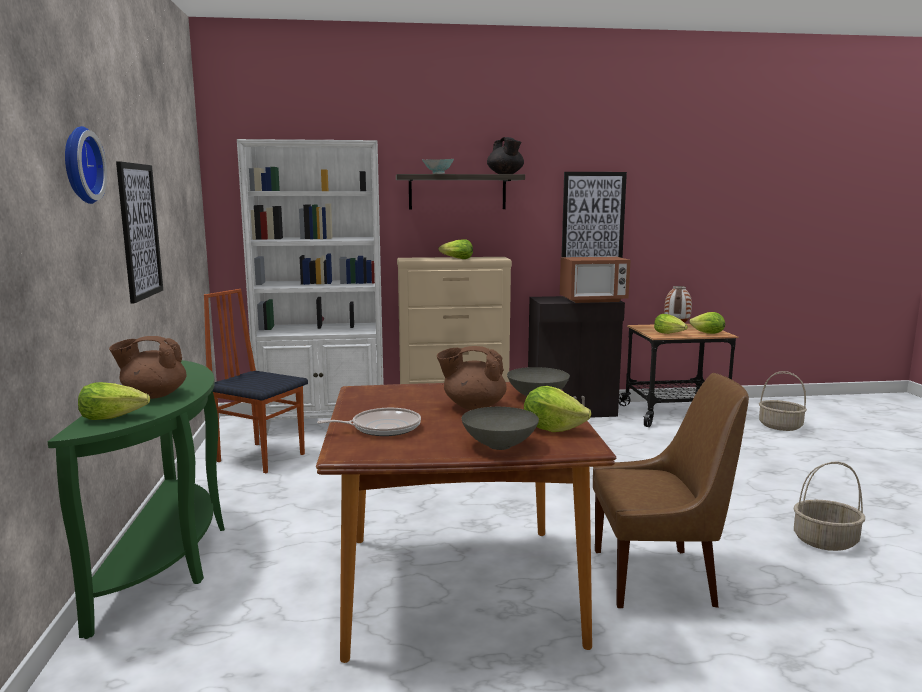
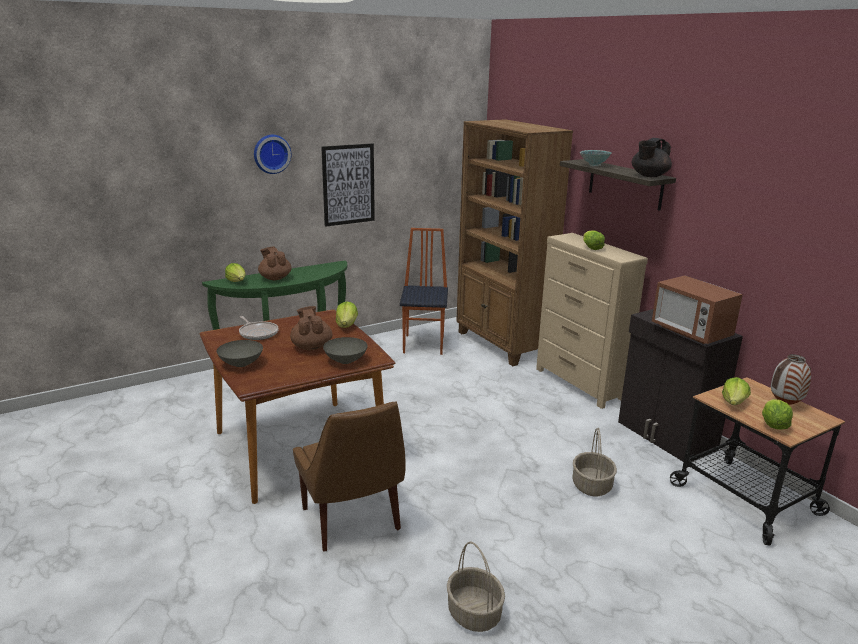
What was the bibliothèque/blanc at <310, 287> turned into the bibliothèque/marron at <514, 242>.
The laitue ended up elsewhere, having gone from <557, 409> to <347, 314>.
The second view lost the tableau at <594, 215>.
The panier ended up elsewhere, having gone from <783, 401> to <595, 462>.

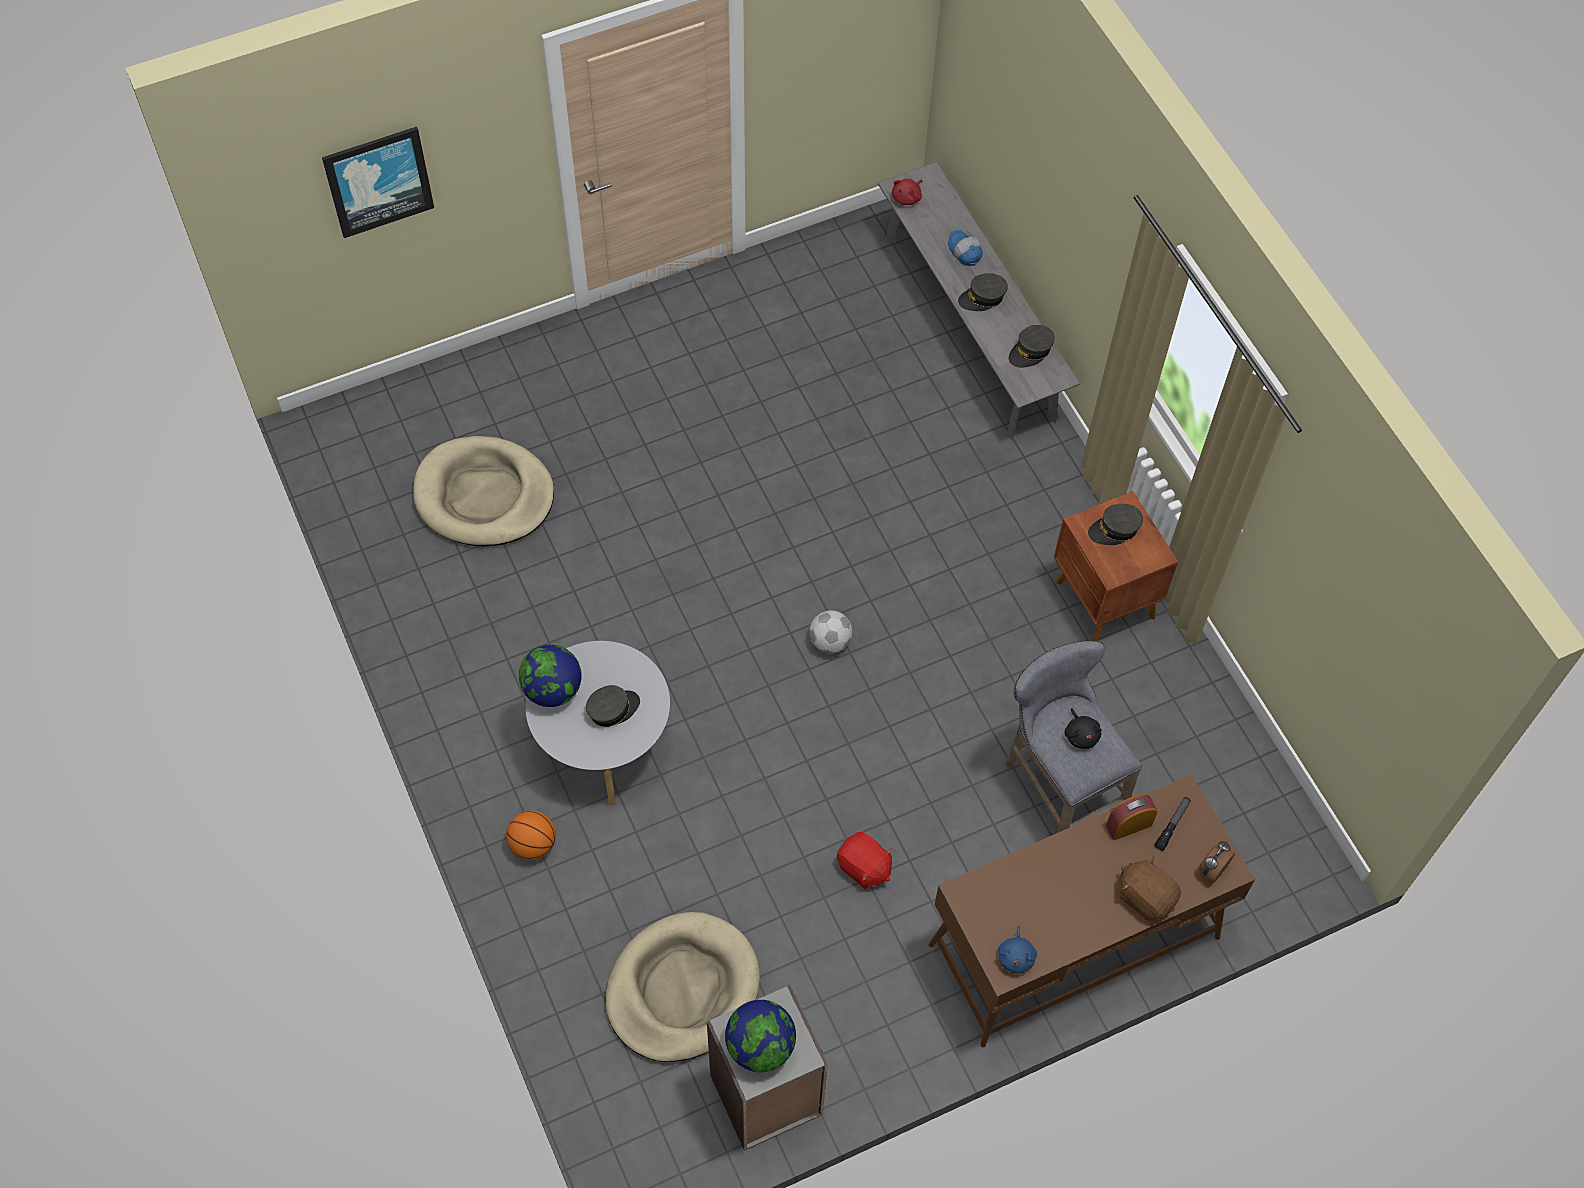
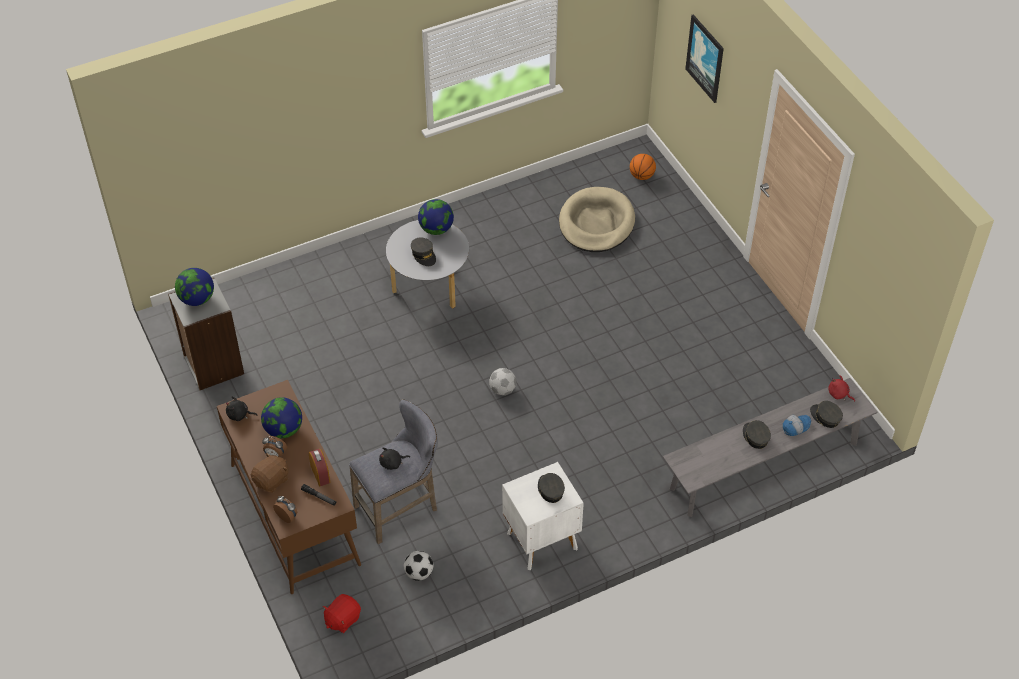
The ballon de basket ended up elsewhere, having gone from <531, 835> to <643, 167>.
The second view lost the panier pour chien/beige at <683, 987>.
The peluche/rouge ended up elsewhere, having gone from <865, 860> to <342, 613>.
What was the peluche/bleu at <1017, 950> turned into the peluche/noir at <241, 409>.
The casquette/gris ended up elsewhere, having gone from <1032, 346> to <826, 414>.
What was the table de chevet/marron at <1116, 566> turned into the table de chevet/blanc at <543, 516>.
The second view gained the globe at <281, 417>.
The second view gained the réveil at <274, 446>.
The second view gained the ballon de foot at <418, 566>.

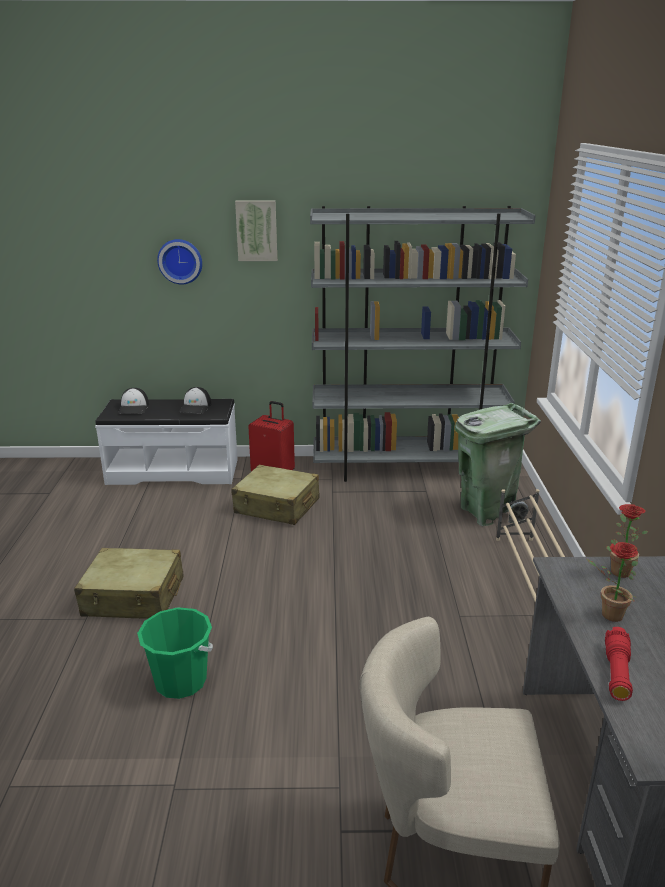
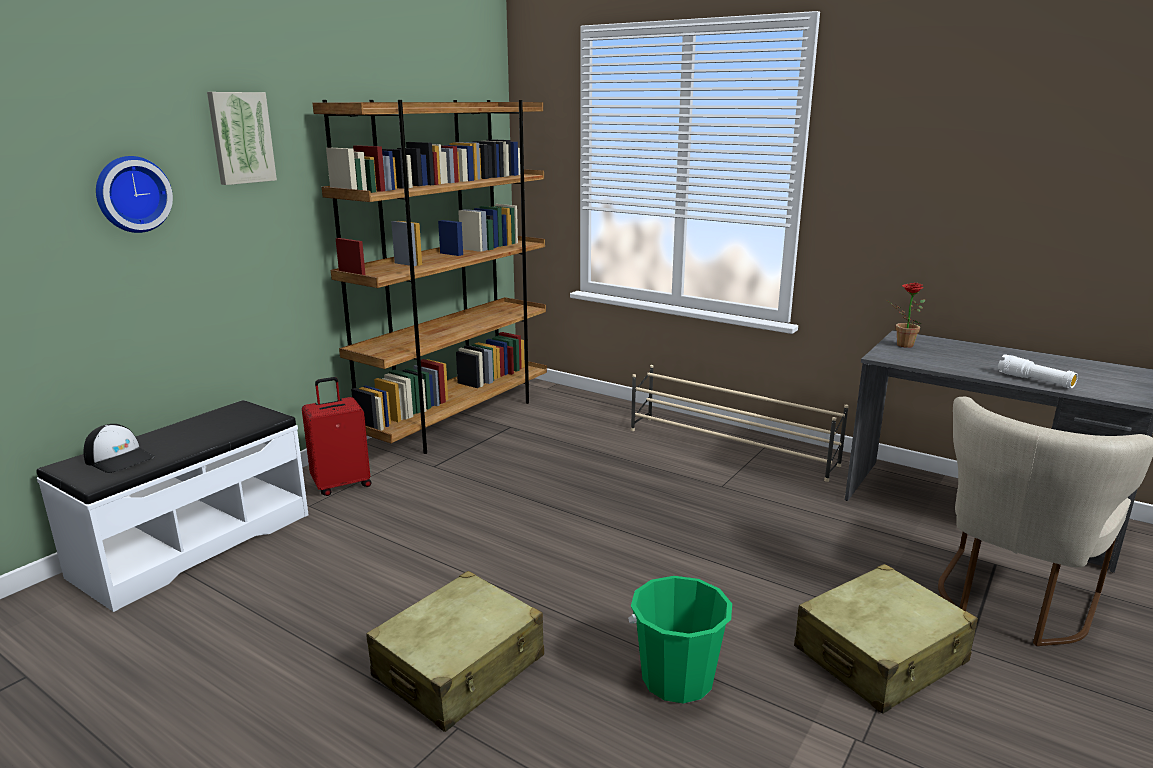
The second view lost the casquette at <195, 400>.
The valise/beige ended up elsewhere, having gone from <275, 495> to <886, 639>.
What was the bibliothèque/gris at <423, 344> turned into the bibliothèque/marron at <429, 277>.
The second view lost the poubelle/vert at <498, 464>.
The second view lost the plante en pot at <612, 582>.
What was the lampe de poche/rouge at <619, 664> turned into the lampe de poche/blanc at <1038, 371>.

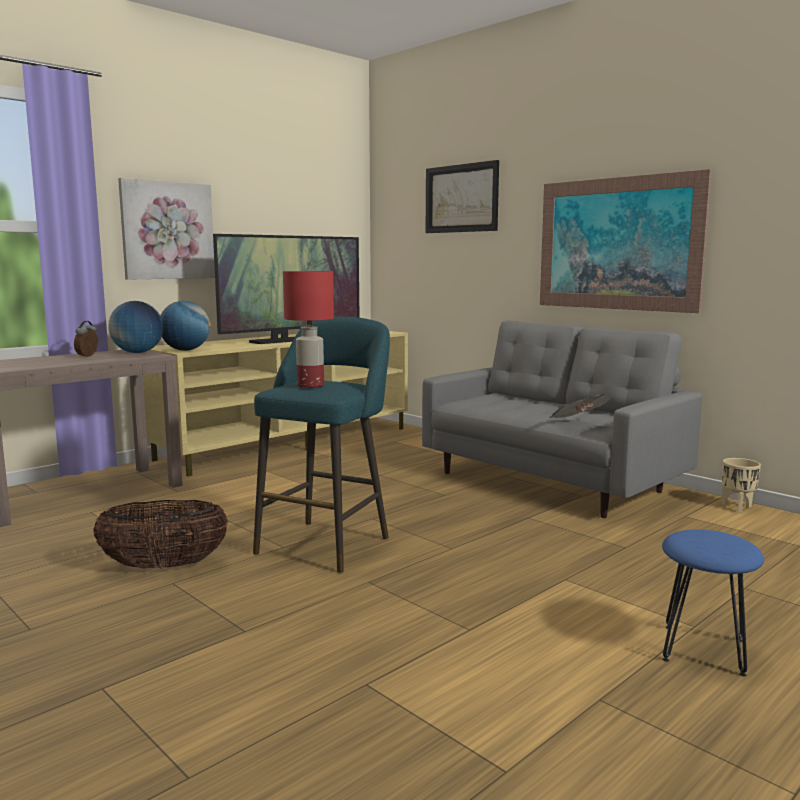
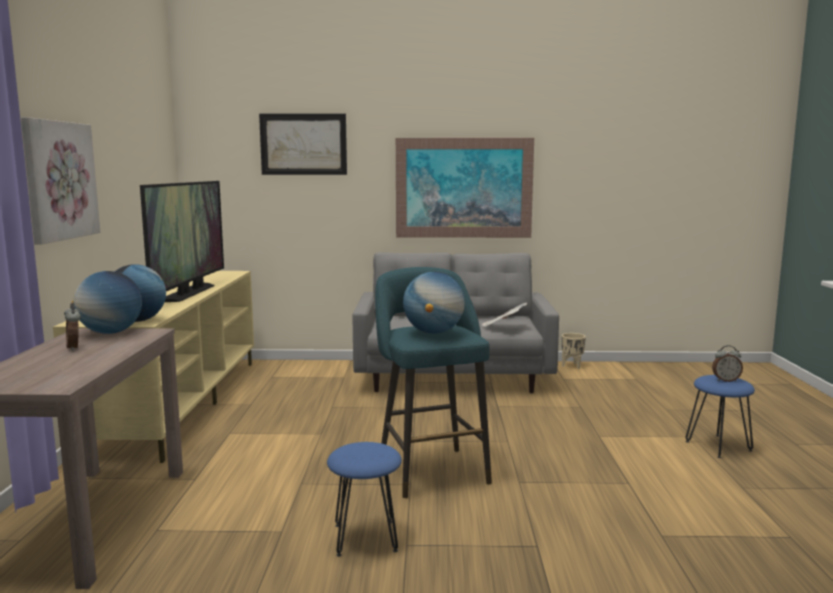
Where the panier stood at <161, 534>, the tabouret/bleu came to stand at <364, 499>.
Where the lampe de table/rouge stood at <308, 329>, the globe came to stand at <434, 302>.
The second view gained the réveil at <727, 363>.

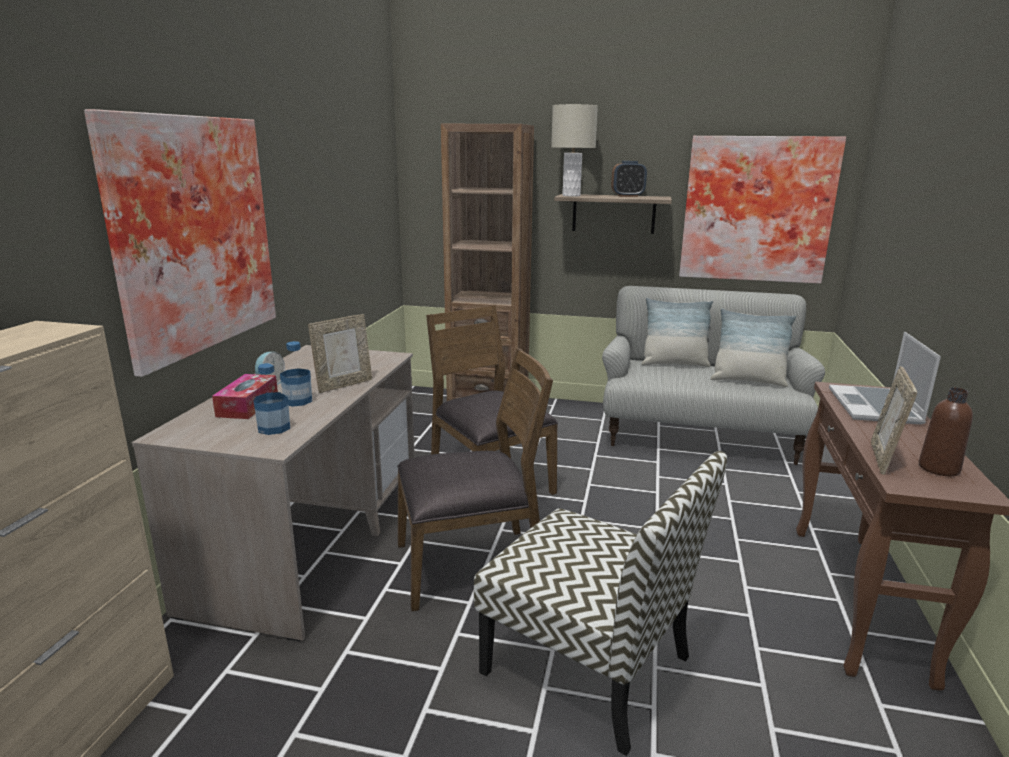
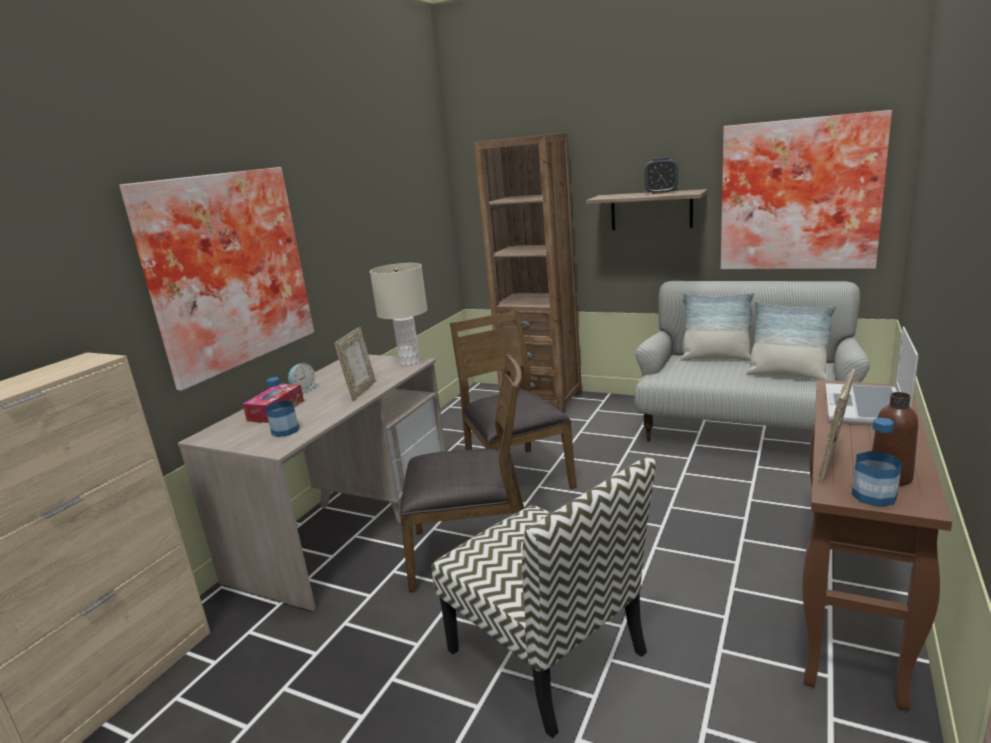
The bouteille ended up elsewhere, having gone from <296, 374> to <876, 462>.
The cadre photo at <340, 353> ended up facing another way, 45 degrees counterclockwise from before.
The lampe de table/beige ended up elsewhere, having gone from <574, 150> to <398, 314>.

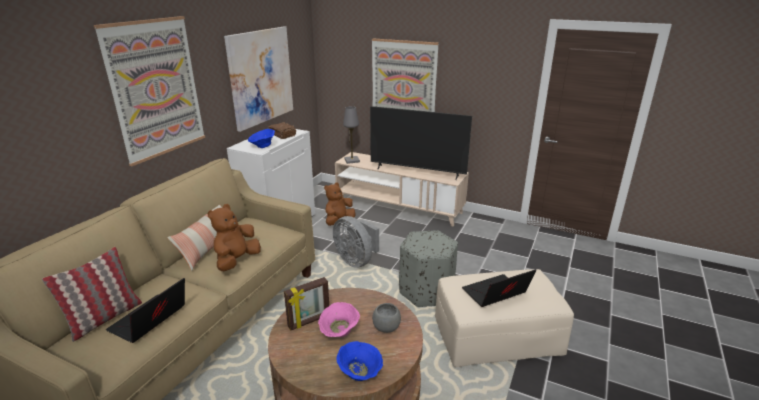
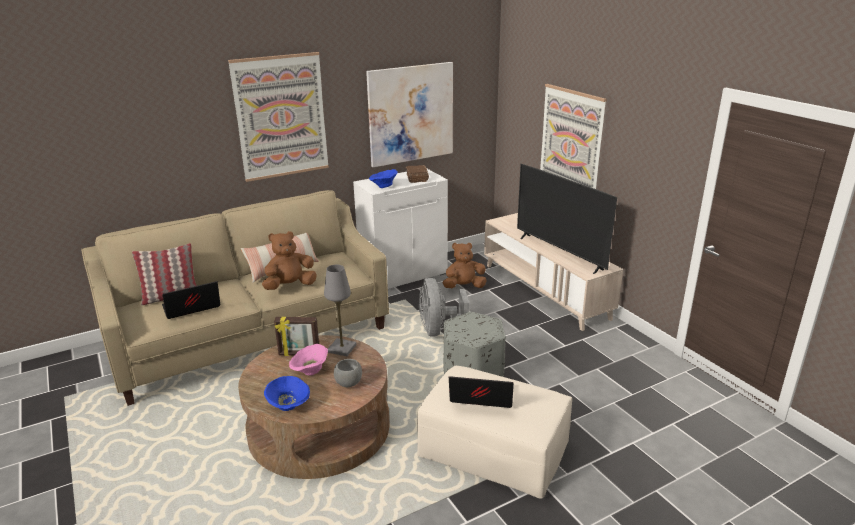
The lampe de table/gris ended up elsewhere, having gone from <351, 135> to <340, 310>.

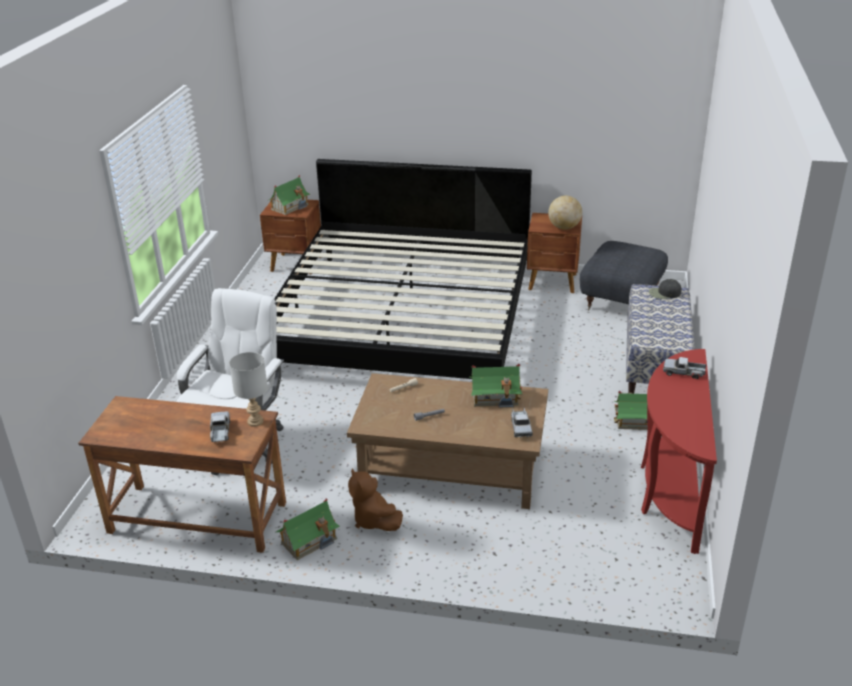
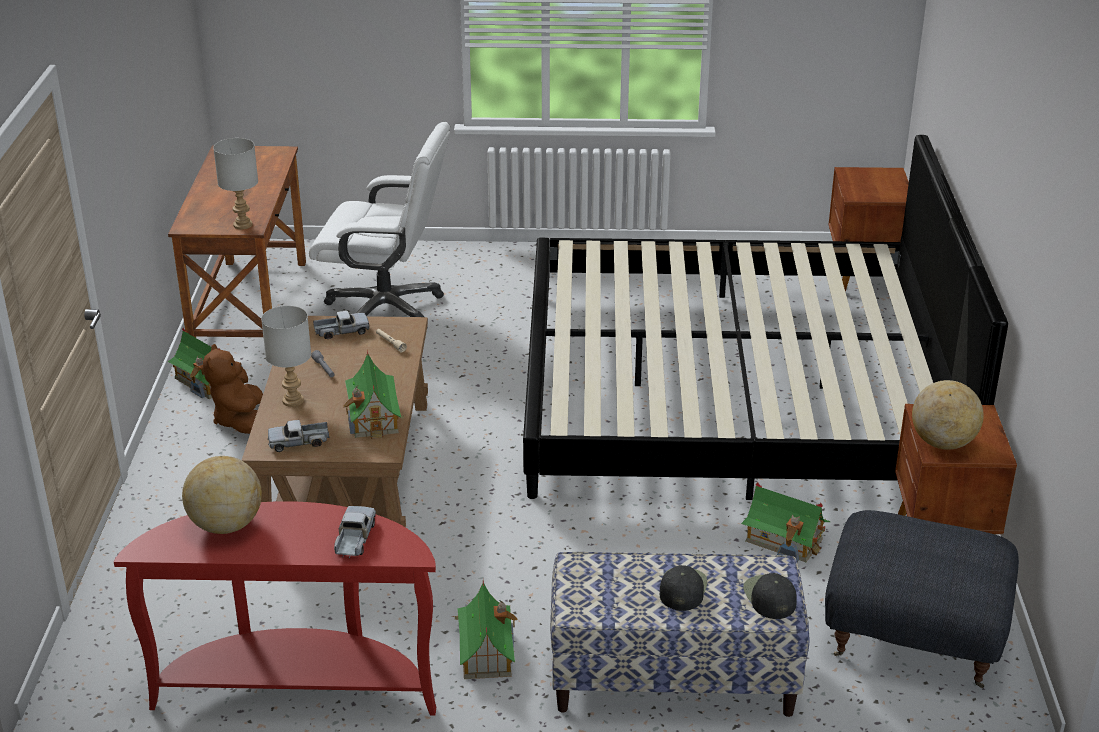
The camion jouet ended up elsewhere, having gone from <220, 428> to <341, 325>.
The maison miniature ended up elsewhere, having gone from <288, 195> to <786, 522>.
The peluche/marron at <375, 500> ended up facing another way, 60 degrees counterclockwise from before.
The second view gained the globe at <222, 495>.
The second view gained the lampe de table/gris at <286, 356>.
The second view gained the casquette/noir at <683, 588>.

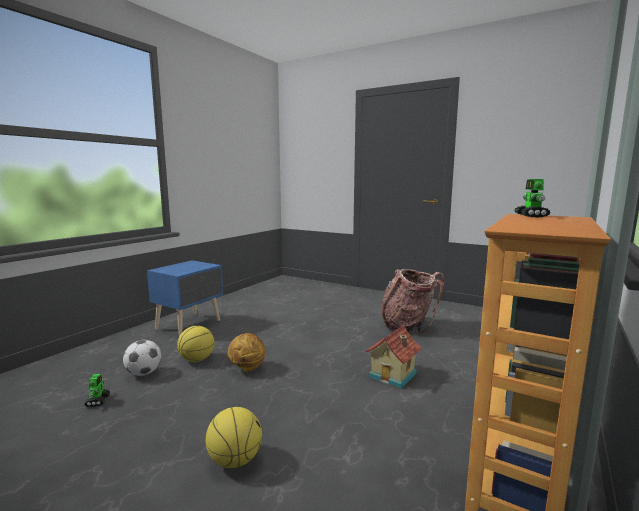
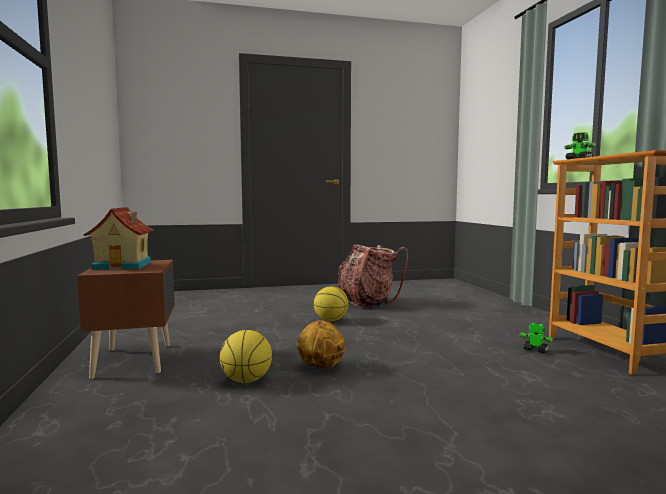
The robot jouet ended up elsewhere, having gone from <97, 390> to <536, 338>.
The second view lost the ballon de foot at <142, 358>.
What was the table de chevet/bleu at <185, 298> turned into the table de chevet/marron at <126, 319>.
The ballon de basket ended up elsewhere, having gone from <233, 437> to <331, 303>.
The maison miniature ended up elsewhere, having gone from <393, 356> to <118, 238>.

